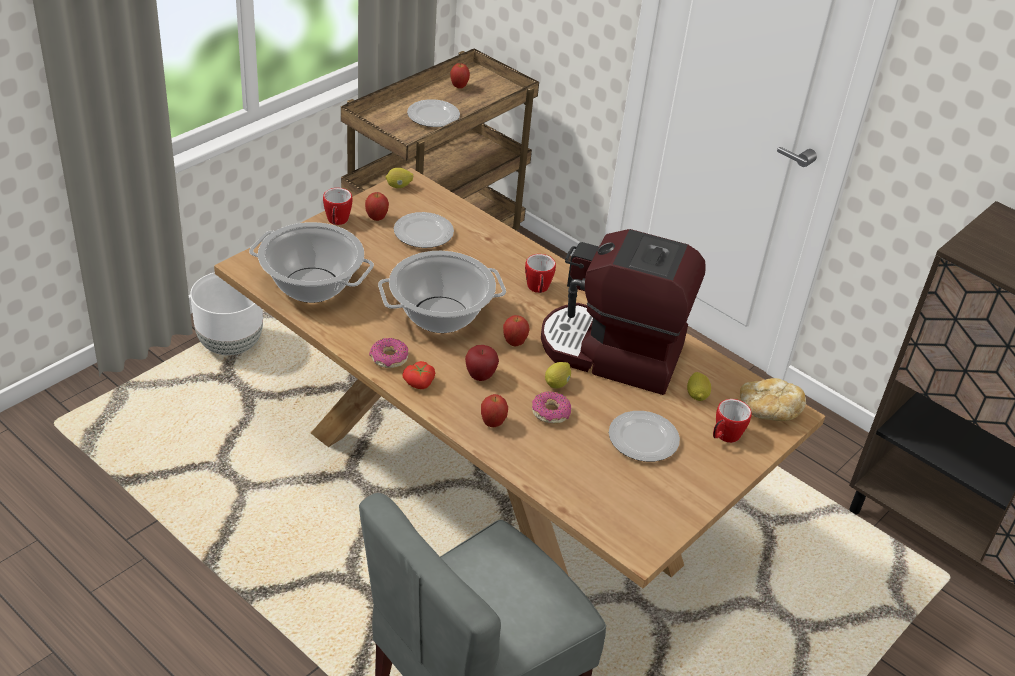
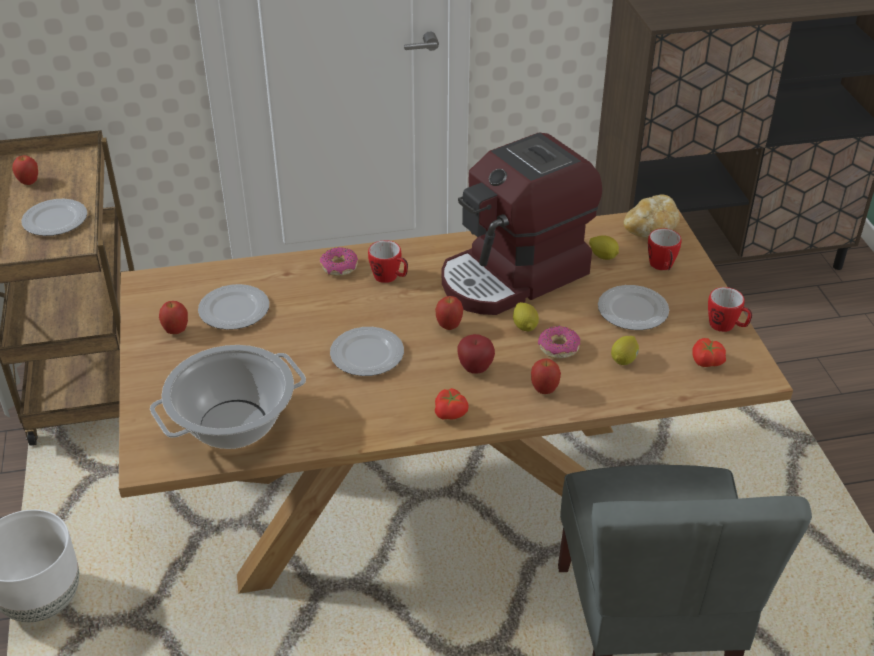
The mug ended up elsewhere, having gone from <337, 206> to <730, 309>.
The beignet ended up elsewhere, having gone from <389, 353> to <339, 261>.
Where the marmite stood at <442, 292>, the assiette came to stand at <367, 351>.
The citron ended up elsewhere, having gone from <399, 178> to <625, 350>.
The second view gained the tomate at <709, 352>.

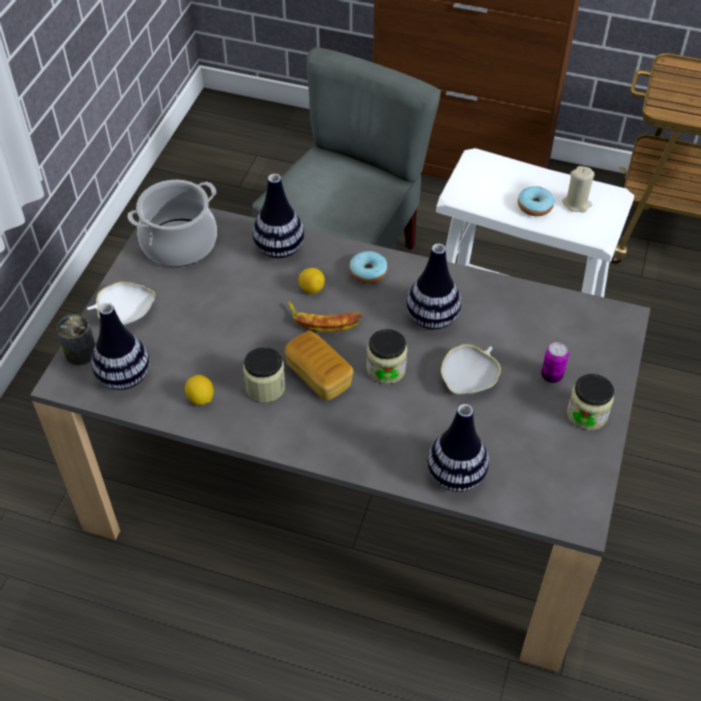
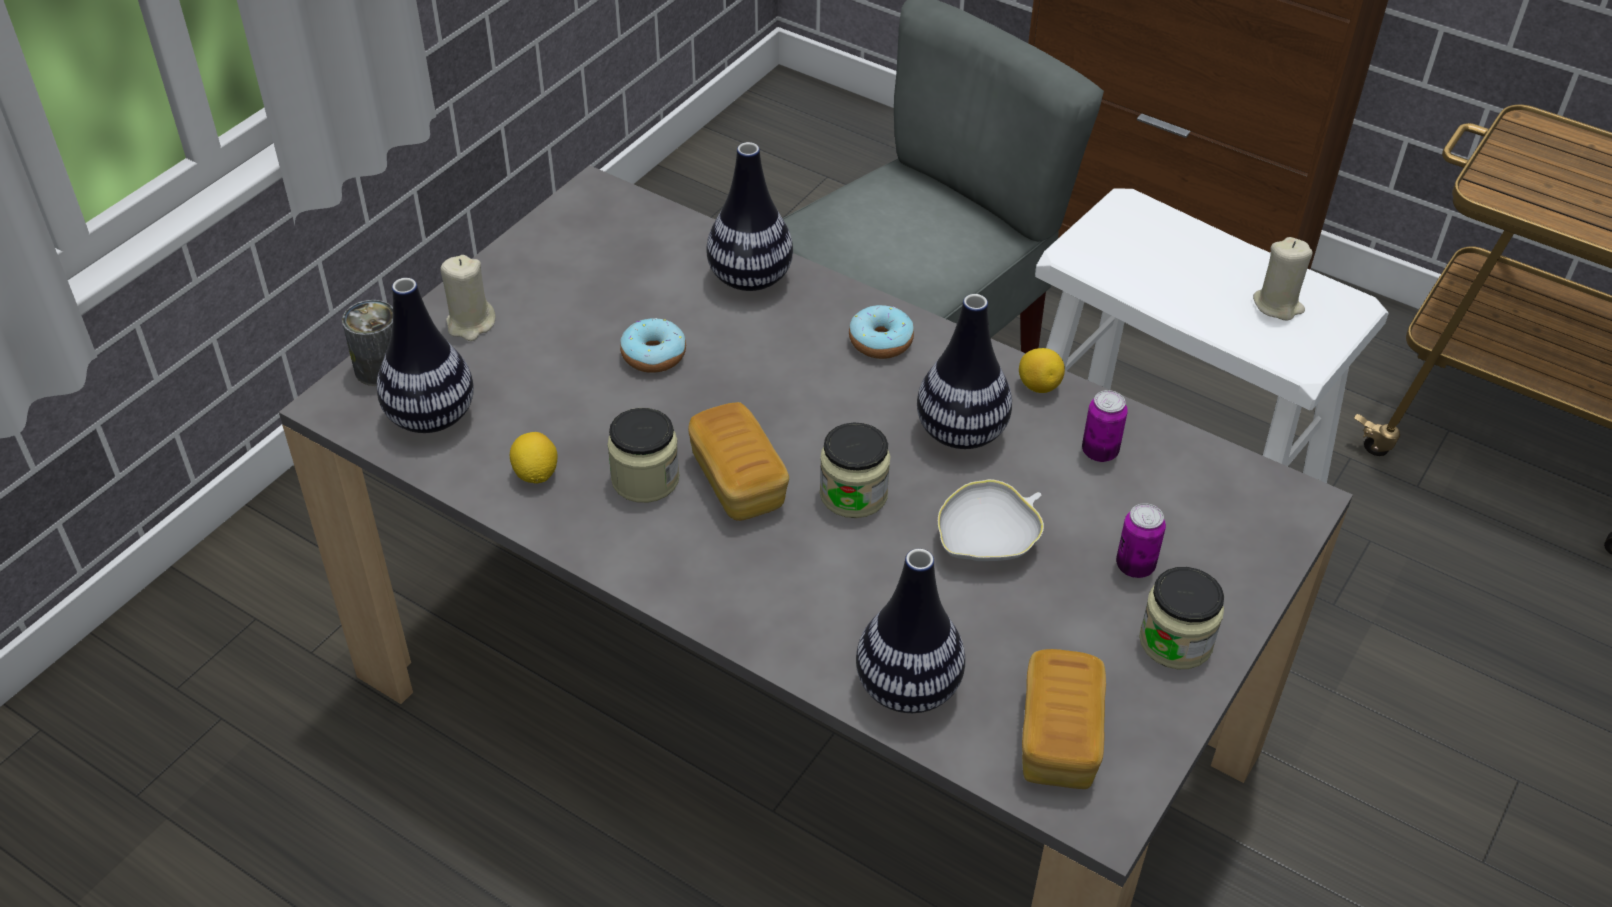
Where the bol/blanc stood at <121, 303>, the bougie/beige came to stand at <468, 298>.
The second view lost the marmite at <172, 223>.
The second view lost the banane at <324, 316>.
The citron ended up elsewhere, having gone from <311, 281> to <1042, 370>.
The beignet ended up elsewhere, having gone from <536, 201> to <653, 345>.
The second view gained the pain at <1064, 719>.
The second view gained the boîte métallique at <1105, 426>.

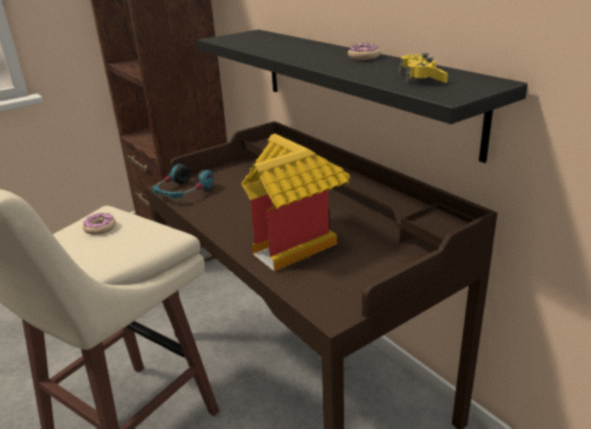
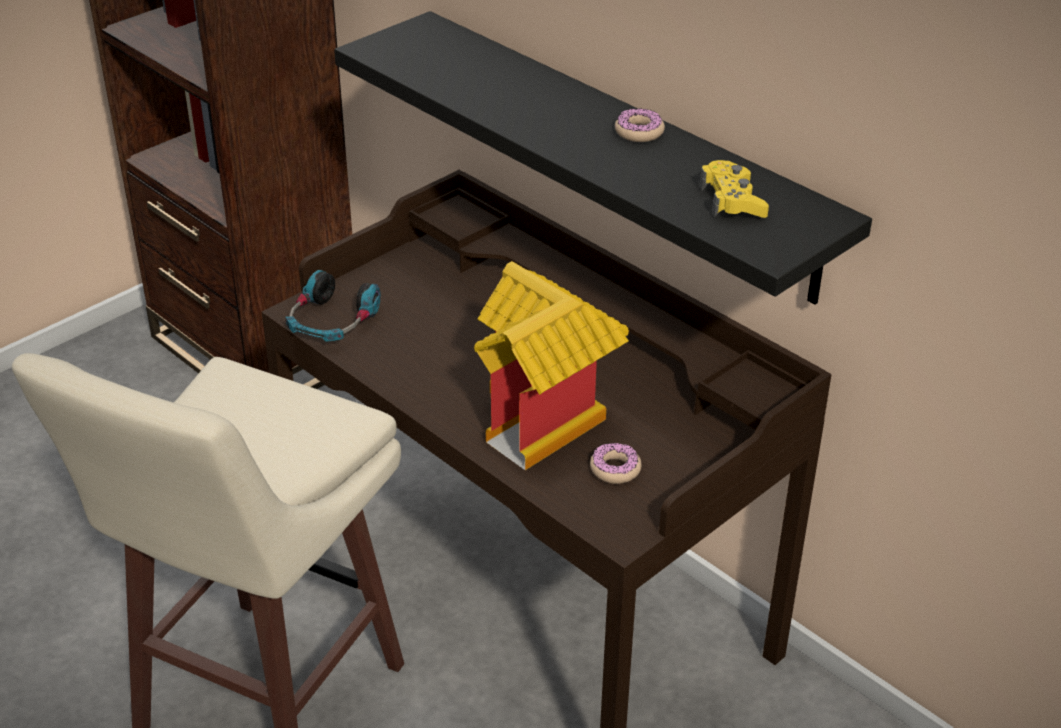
The beignet ended up elsewhere, having gone from <99, 224> to <615, 463>.

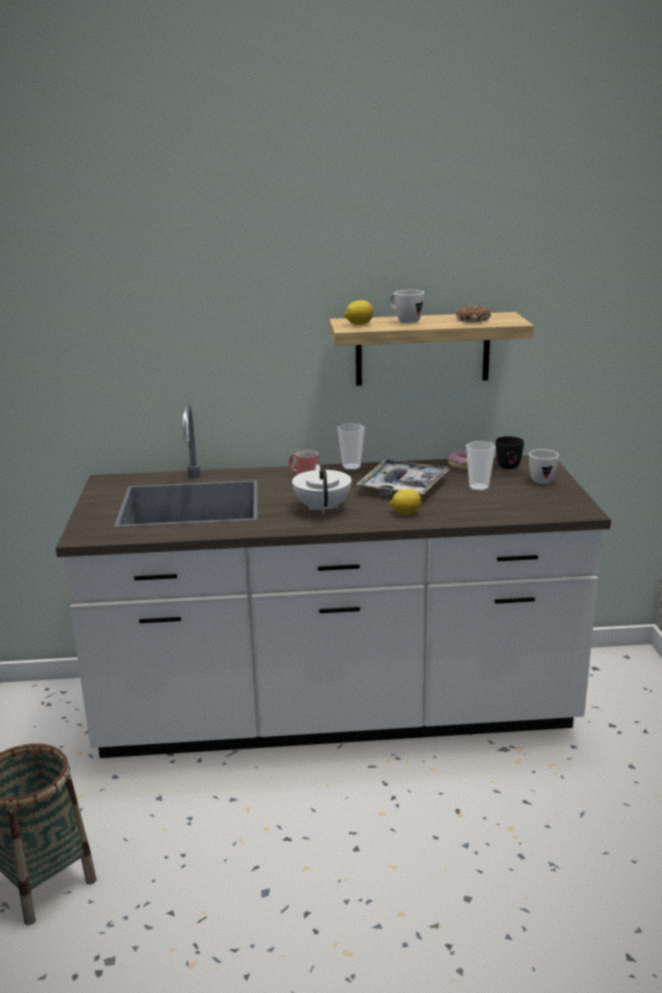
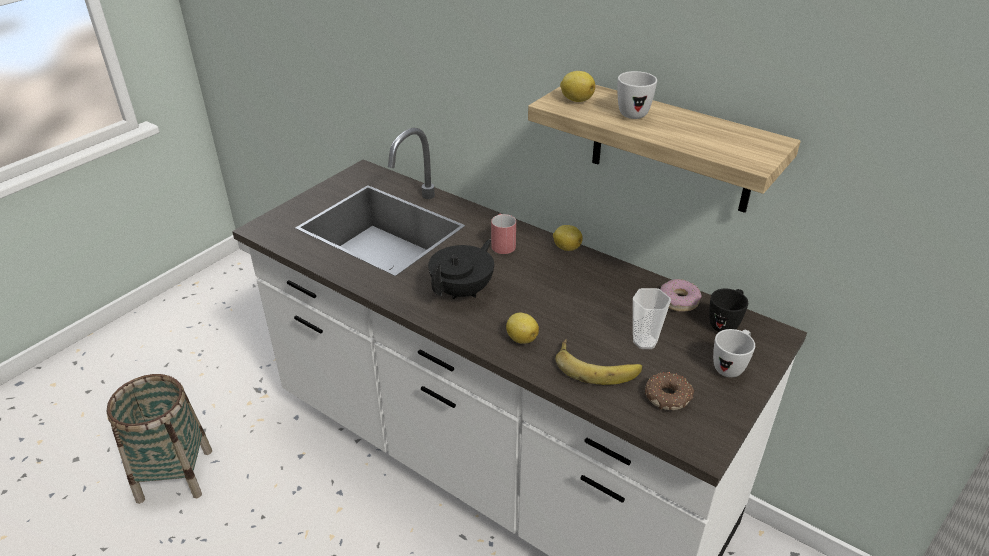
What was the théière/blanc at <321, 489> turned into the théière/noir at <461, 269>.
Where the tasse stood at <351, 446>, the citron came to stand at <568, 238>.
The second view lost the plateau at <404, 477>.
The beignet ended up elsewhere, having gone from <473, 314> to <669, 391>.
The second view gained the banane at <598, 362>.

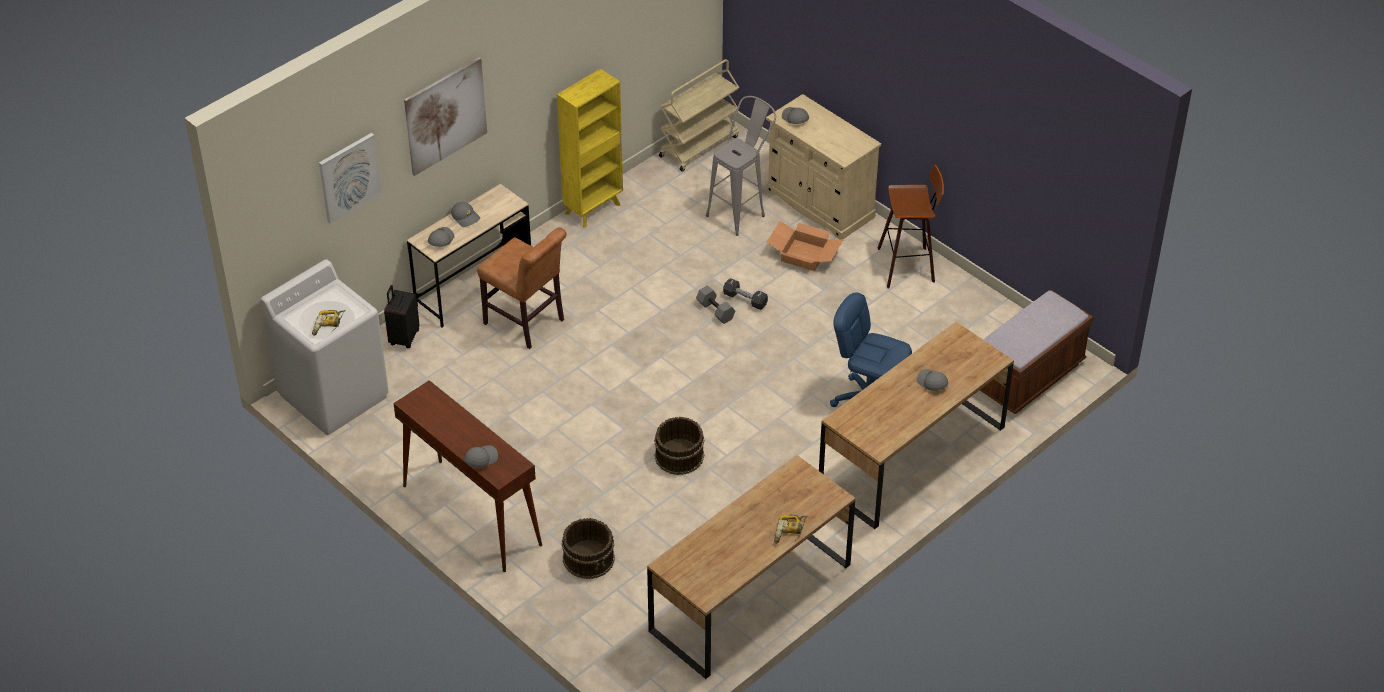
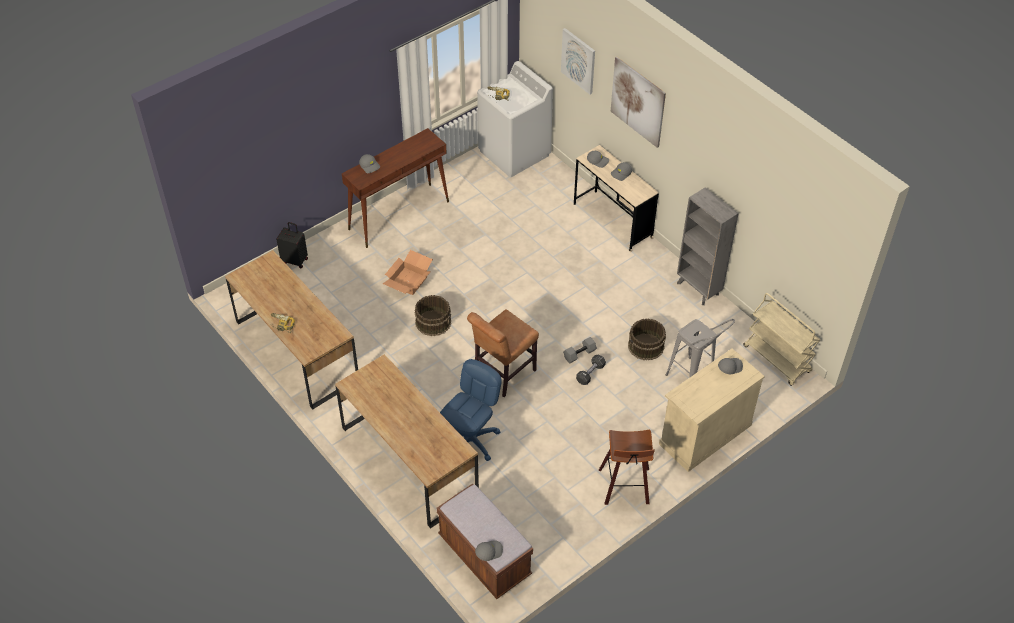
The valise/noir ended up elsewhere, having gone from <402, 316> to <292, 245>.
The chaise/marron ended up elsewhere, having gone from <522, 288> to <503, 353>.
What was the bibliothèque/jaune at <590, 148> turned into the bibliothèque/gris at <708, 246>.
The seau/marron ended up elsewhere, having gone from <588, 548> to <647, 339>.
The carton ended up elsewhere, having gone from <805, 246> to <408, 272>.
The casquette/gris ended up elsewhere, having gone from <932, 380> to <489, 550>.

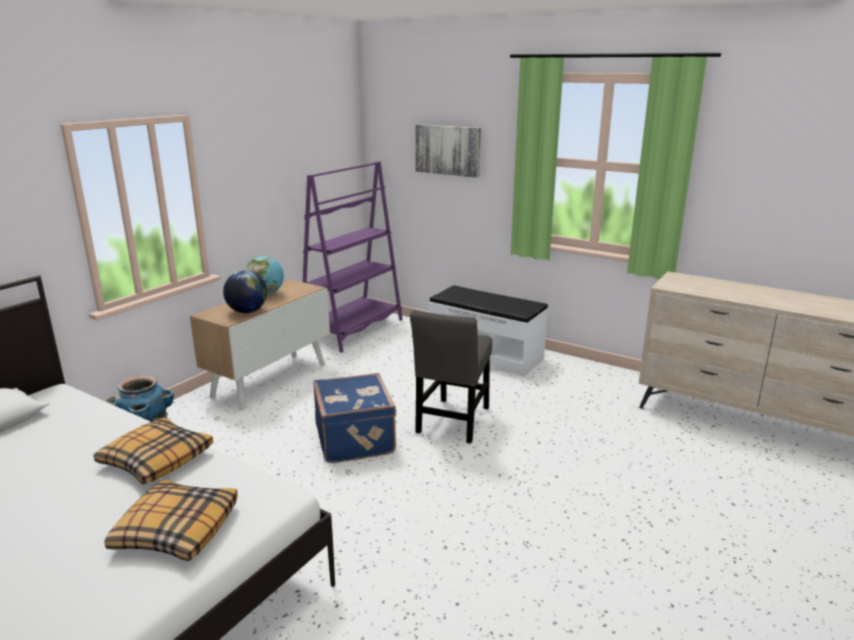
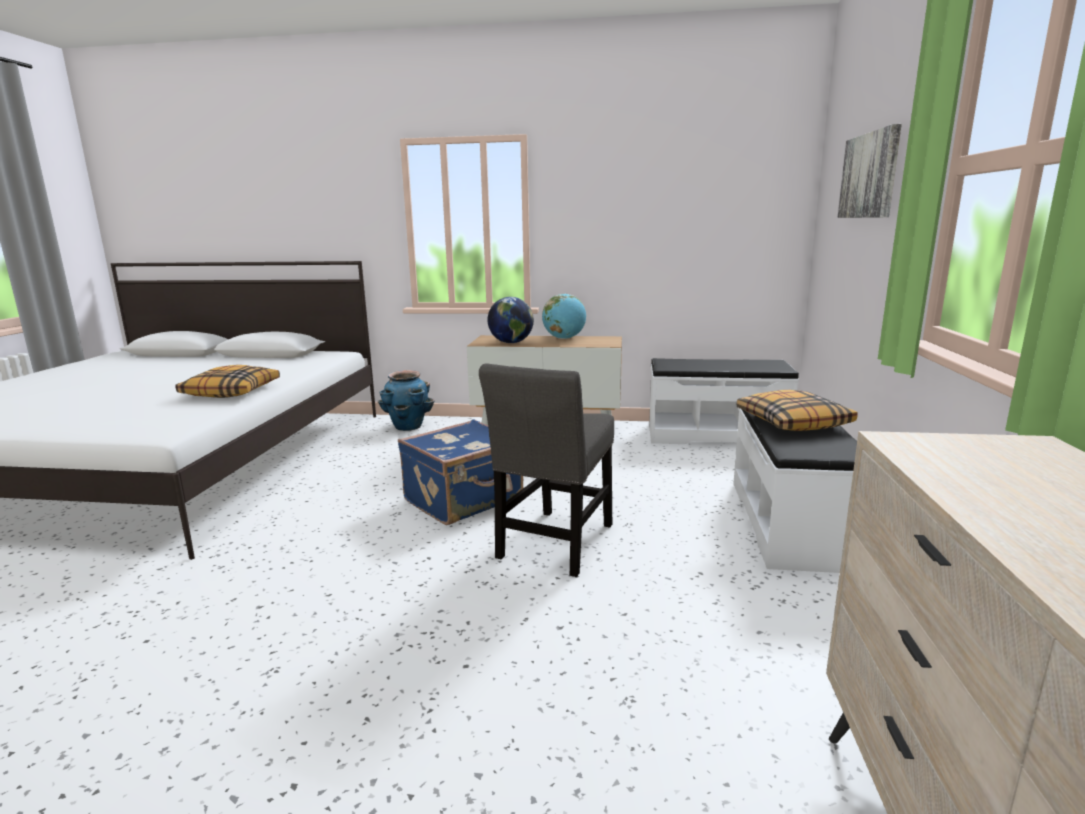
The coussin ended up elsewhere, having gone from <171, 520> to <797, 410>.
Where the bibliothèque/violet stood at <353, 257>, the banc/blanc came to stand at <724, 401>.
The chaise/gris at <451, 376> ended up facing another way, 60 degrees counterclockwise from before.

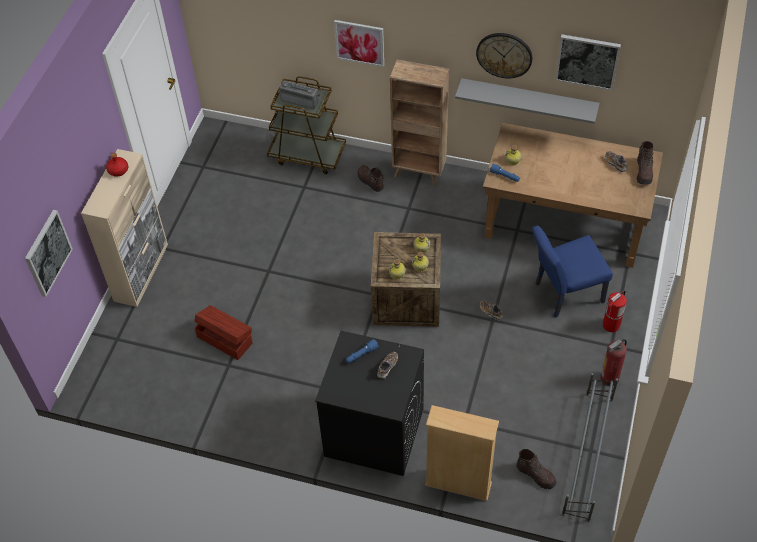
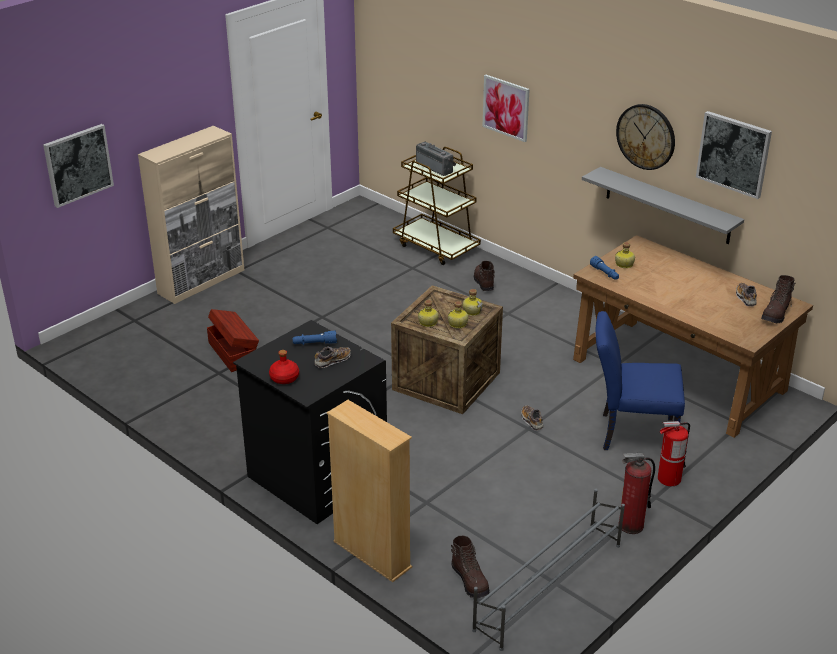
The bouteille/rouge ended up elsewhere, having gone from <117, 165> to <284, 367>.
The second view lost the bibliothèque/marron at <419, 123>.

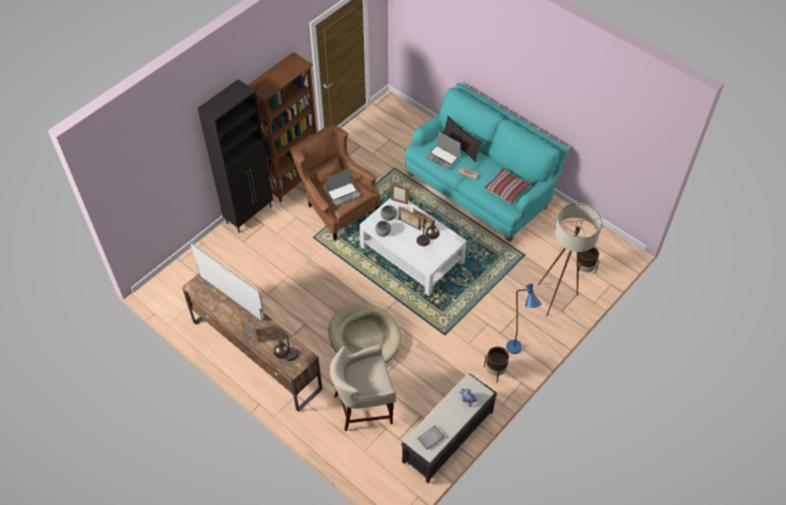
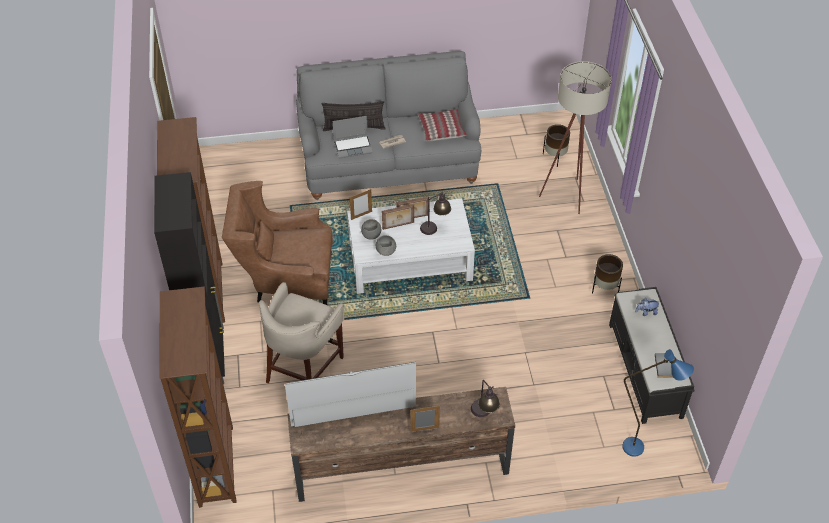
The second view lost the ordinateur portable at <343, 187>.
The second view lost the panier pour chien/beige at <365, 333>.
The tabouret/beige ended up elsewhere, having gone from <363, 388> to <301, 332>.
What was the canapé/turquoise at <487, 162> turned into the canapé/gris at <388, 125>.
The lampadaire/bleu ended up elsewhere, having gone from <523, 318> to <658, 403>.
The second view gained the bibliothèque/marron at <198, 397>.

